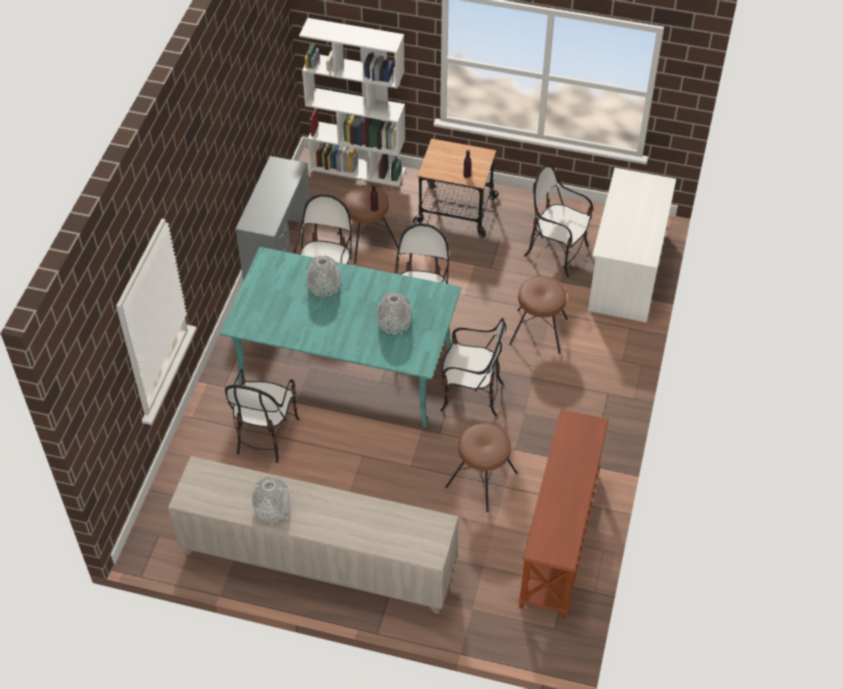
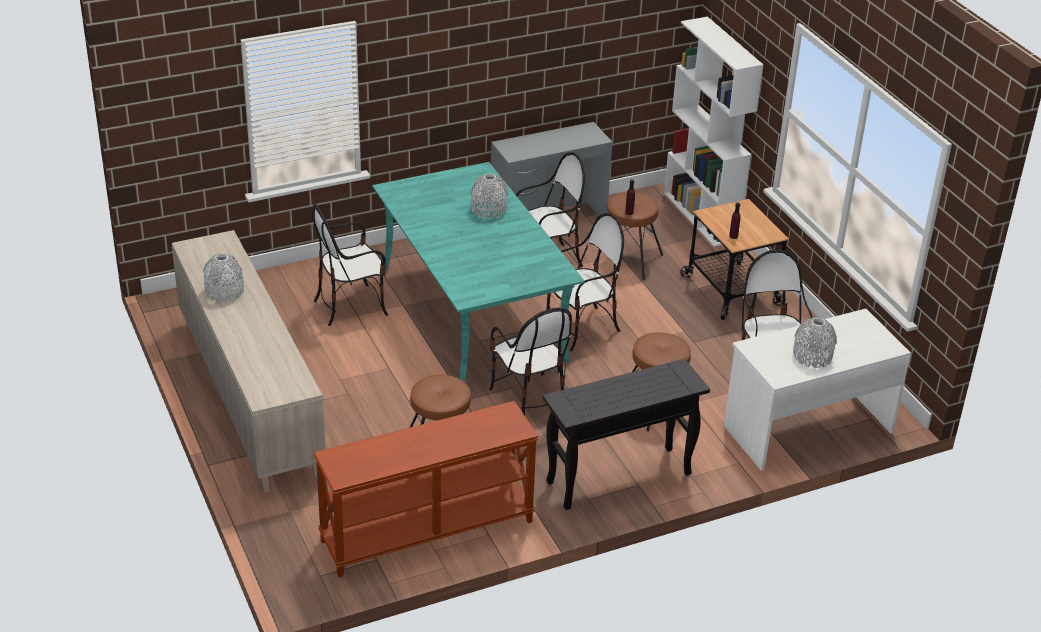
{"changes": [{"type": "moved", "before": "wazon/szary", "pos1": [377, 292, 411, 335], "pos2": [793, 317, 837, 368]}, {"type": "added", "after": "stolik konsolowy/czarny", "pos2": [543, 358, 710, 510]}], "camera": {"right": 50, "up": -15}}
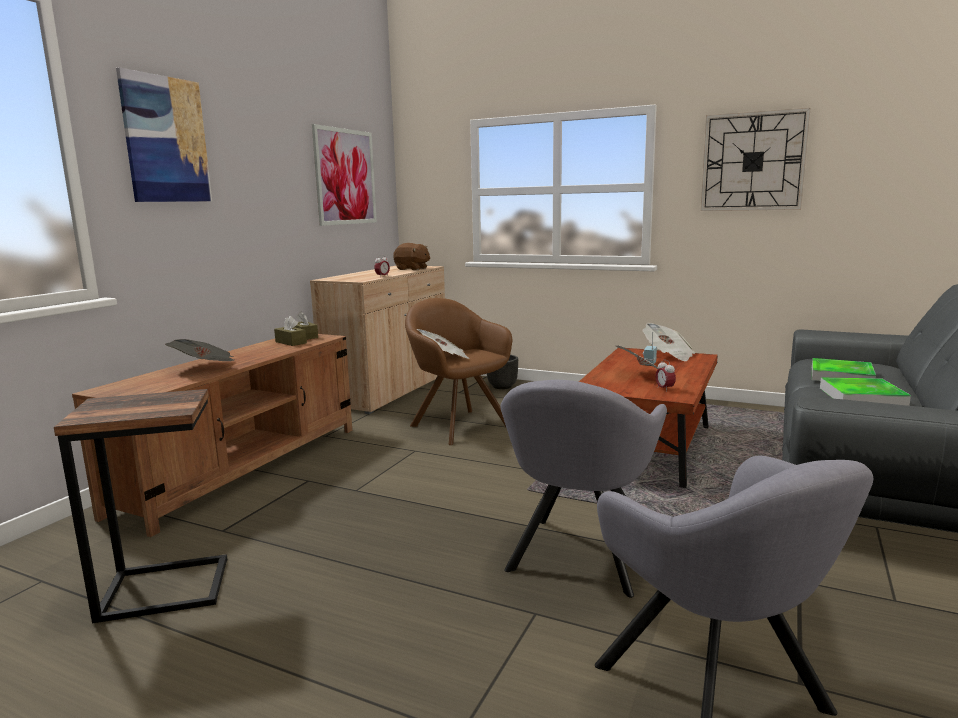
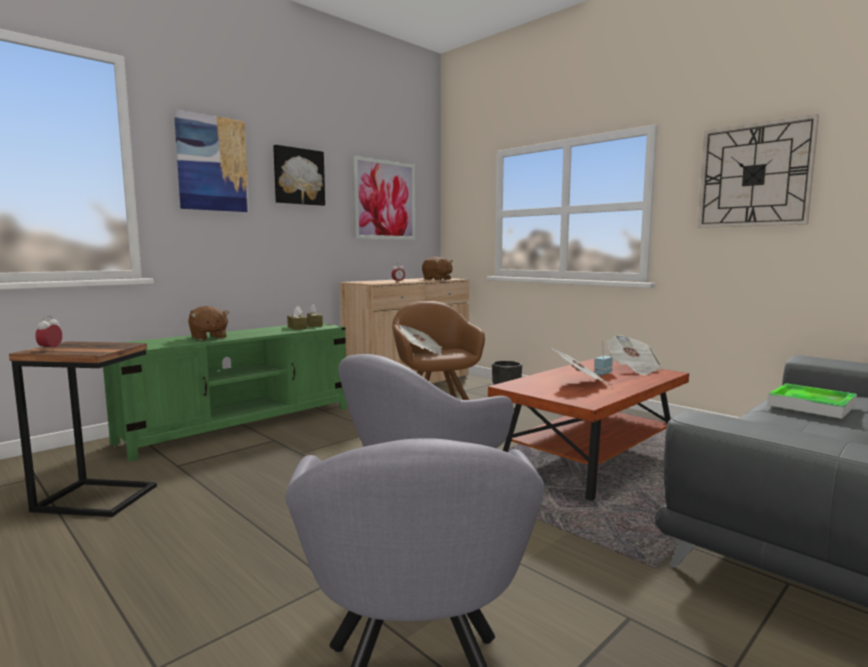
{"changes": [{"type": "recoloured", "before": "szafka pod telewizor/brązowy", "after": "szafka pod telewizor/zielony", "pos1": [72, 334, 352, 537], "pos2": [103, 323, 347, 462]}, {"type": "replaced", "before": "gazeta", "after": "pluszak/brązowy", "pos1": [165, 339, 234, 361], "pos2": [188, 306, 230, 341]}, {"type": "moved", "before": "budzik", "pos1": [656, 360, 676, 392], "pos2": [35, 316, 62, 350]}, {"type": "removed", "before": "taca", "pos1": [820, 377, 911, 406]}, {"type": "added", "after": "obraz", "pos2": [273, 145, 325, 206]}], "camera": {"right": 20, "up": -5}}
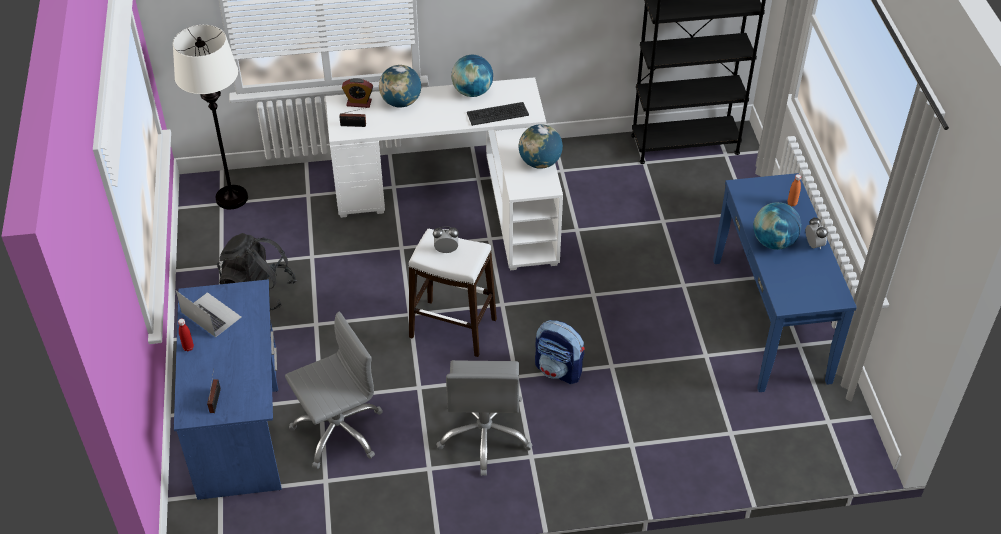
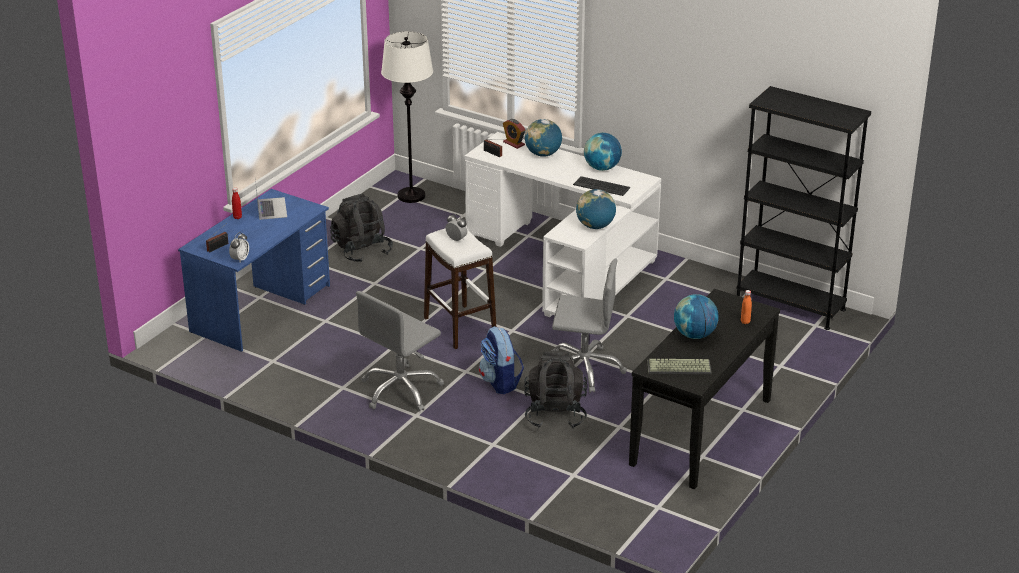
{"changes": [{"type": "moved", "before": "krzesło biurowe/szary", "pos1": [285, 312, 383, 469], "pos2": [552, 258, 627, 393]}, {"type": "recoloured", "before": "stolik konsolowy/niebieski", "after": "stolik konsolowy/czarny", "pos1": [713, 173, 857, 392], "pos2": [629, 289, 780, 490]}, {"type": "moved", "before": "budzik", "pos1": [806, 217, 827, 249], "pos2": [229, 232, 249, 262]}, {"type": "added", "after": "plecak/czarny", "pos2": [524, 351, 587, 429]}, {"type": "added", "after": "klawiatura", "pos2": [647, 359, 711, 374]}], "camera": {"right": 40, "up": -15}}
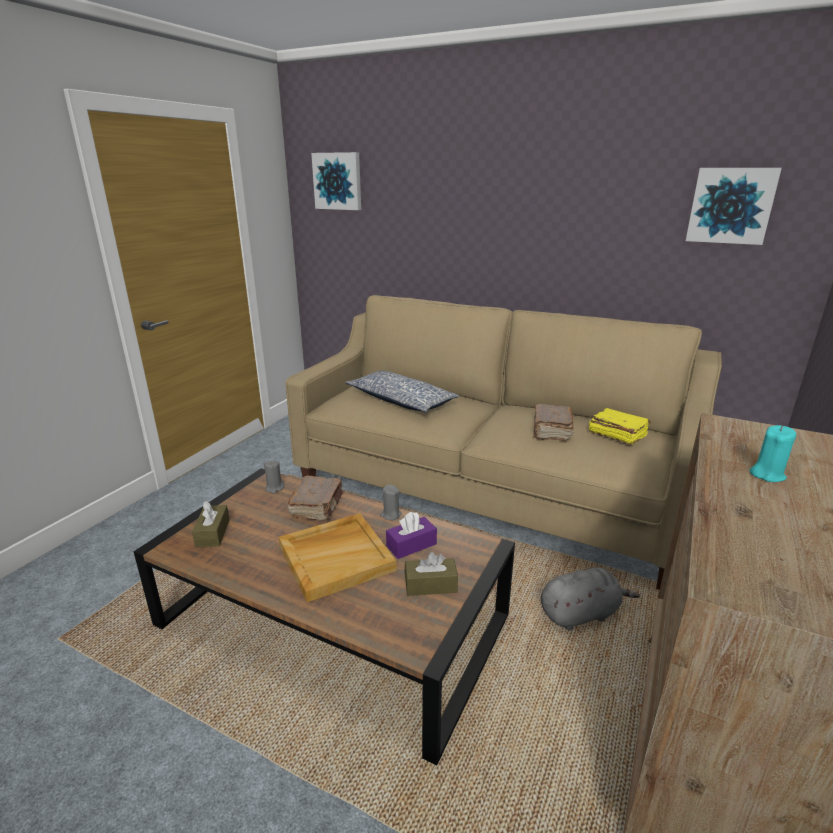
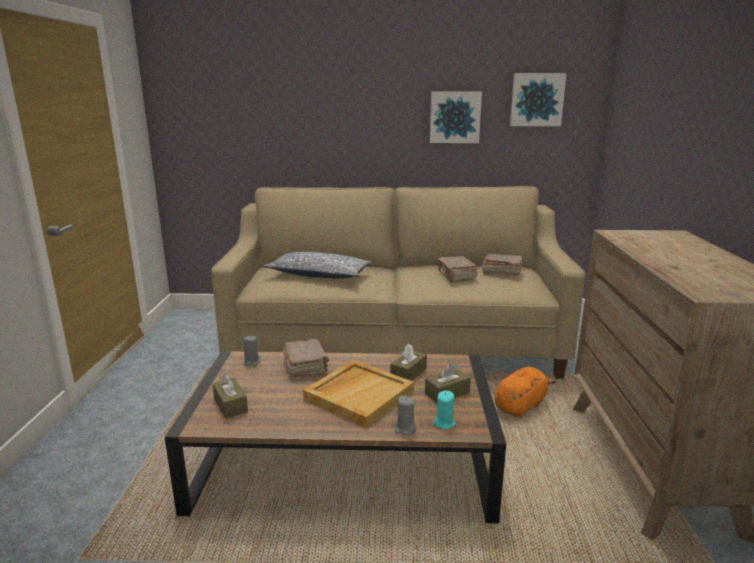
{"changes": [{"type": "moved", "before": "obraz", "pos1": [311, 152, 361, 210], "pos2": [430, 92, 482, 143]}, {"type": "moved", "before": "świeca/szary", "pos1": [380, 484, 402, 520], "pos2": [394, 396, 416, 435]}, {"type": "recoloured", "before": "pudełko chusteczek/fioletowy", "after": "pudełko chusteczek/brązowy", "pos1": [386, 512, 437, 559], "pos2": [390, 343, 427, 381]}, {"type": "recoloured", "before": "pluszak/szary", "after": "pluszak/pomarańczowy", "pos1": [541, 567, 640, 630], "pos2": [494, 367, 556, 418]}, {"type": "recoloured", "before": "książka/żółty", "after": "książka/brązowy", "pos1": [589, 408, 651, 445], "pos2": [482, 253, 523, 275]}, {"type": "moved", "before": "świeca/turkusowy", "pos1": [749, 425, 796, 482], "pos2": [434, 390, 455, 430]}], "camera": {"right": -25, "up": -5}}
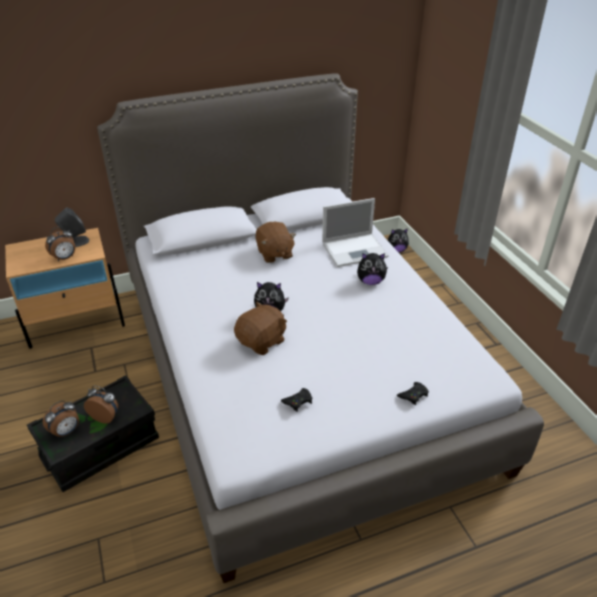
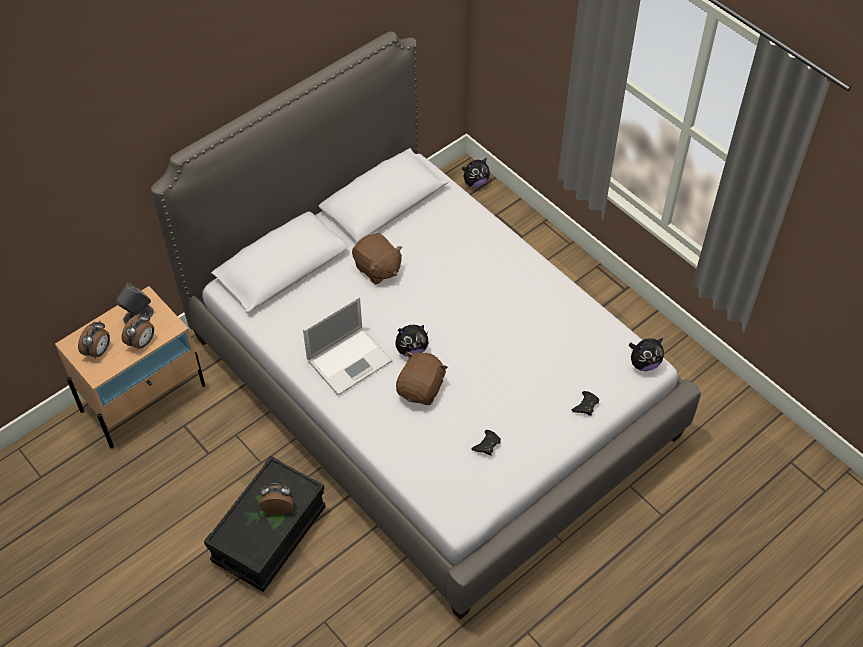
{"changes": [{"type": "moved", "before": "budzik", "pos1": [43, 401, 79, 437], "pos2": [78, 321, 110, 358]}, {"type": "moved", "before": "laptop", "pos1": [322, 198, 389, 267], "pos2": [303, 296, 392, 395]}, {"type": "moved", "before": "pluszak", "pos1": [357, 253, 388, 285], "pos2": [629, 338, 664, 371]}], "camera": {"right": -20, "up": 15}}
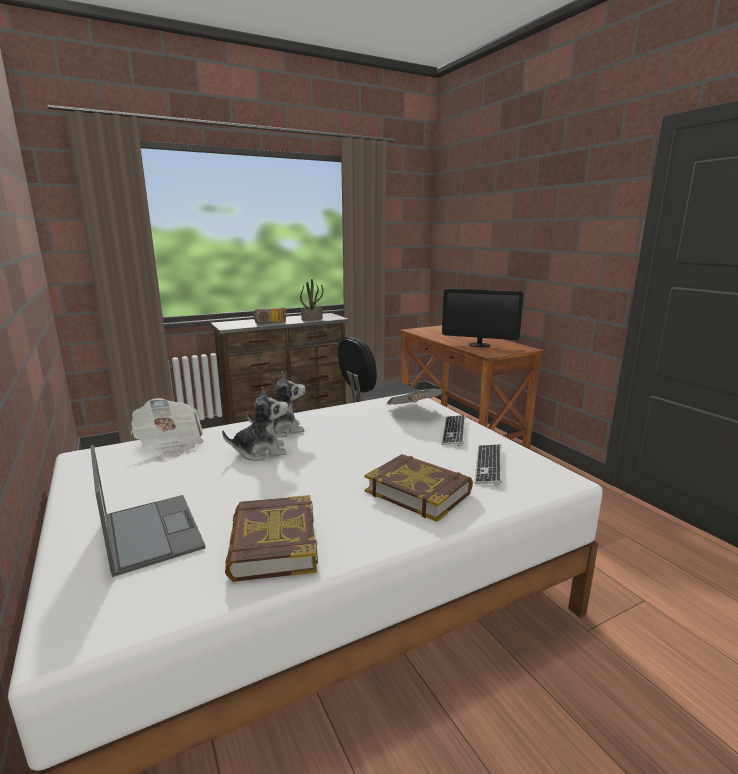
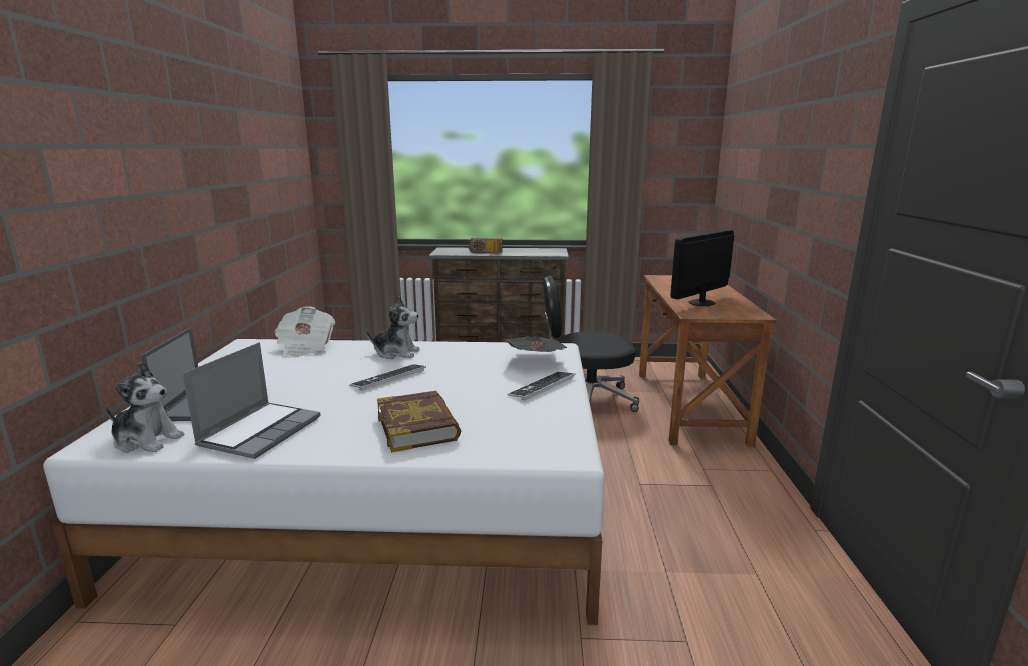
{"changes": [{"type": "moved", "before": "pluszak", "pos1": [222, 387, 288, 461], "pos2": [105, 362, 184, 453]}, {"type": "replaced", "before": "książka", "after": "laptop", "pos1": [225, 495, 318, 582], "pos2": [182, 342, 320, 459]}, {"type": "removed", "before": "roślina doniczkowa", "pos1": [300, 279, 323, 321]}, {"type": "turned", "before": "monitor", "pos1": [442, 288, 524, 347], "pos2": [671, 230, 734, 306], "turn": 90}, {"type": "moved", "before": "klawiatura", "pos1": [474, 445, 502, 485], "pos2": [349, 364, 426, 391]}], "camera": {"right": 30, "up": 0}}
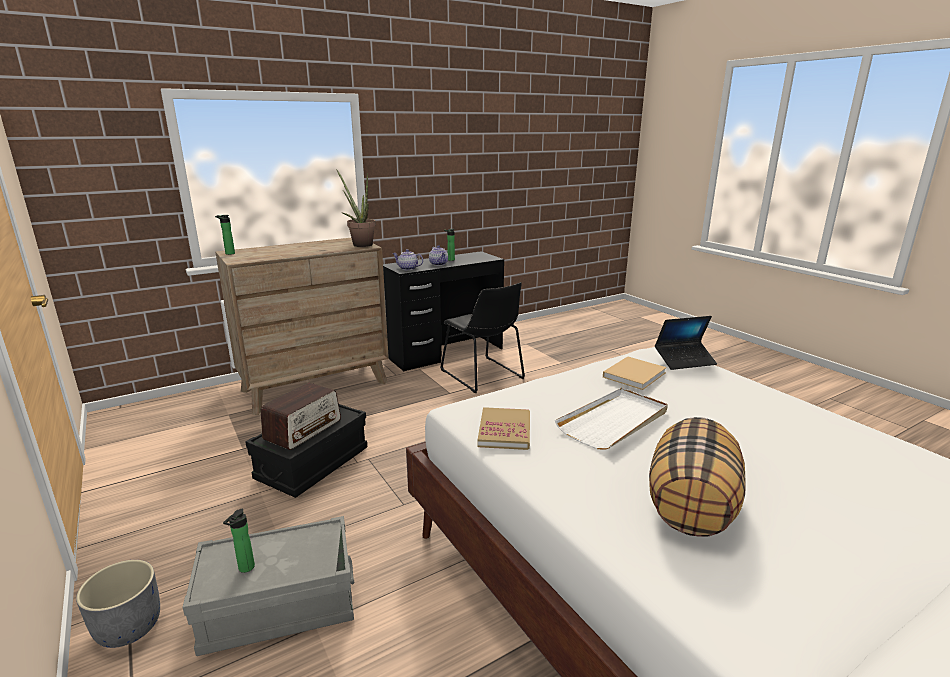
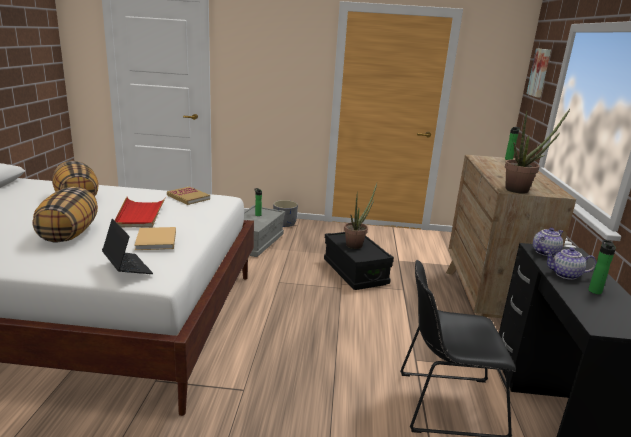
{"changes": [{"type": "replaced", "before": "radio", "after": "roślina doniczkowa", "pos1": [261, 383, 341, 450], "pos2": [344, 183, 377, 249]}, {"type": "recoloured", "before": "taca/biały", "after": "taca/czerwony", "pos1": [555, 388, 668, 450], "pos2": [115, 197, 166, 228]}, {"type": "turned", "before": "laptop", "pos1": [655, 316, 717, 370], "pos2": [102, 219, 153, 274], "turn": 120}, {"type": "added", "after": "poduszka", "pos2": [32, 187, 98, 243]}, {"type": "added", "after": "obraz", "pos2": [526, 48, 551, 98]}], "camera": {"right": 125, "up": 0}}
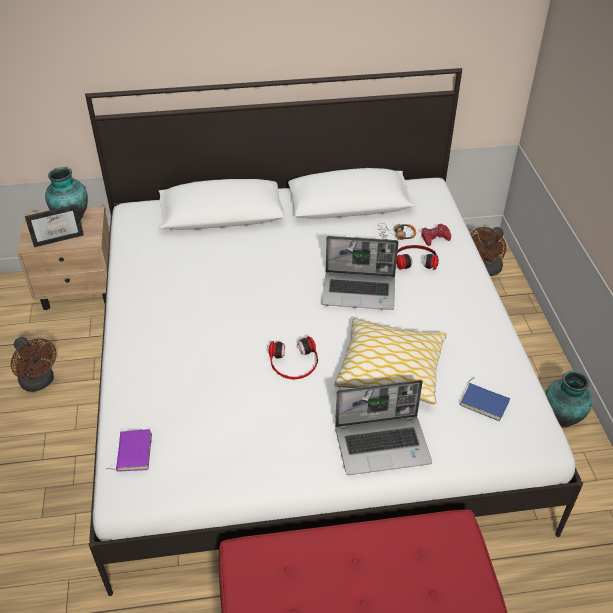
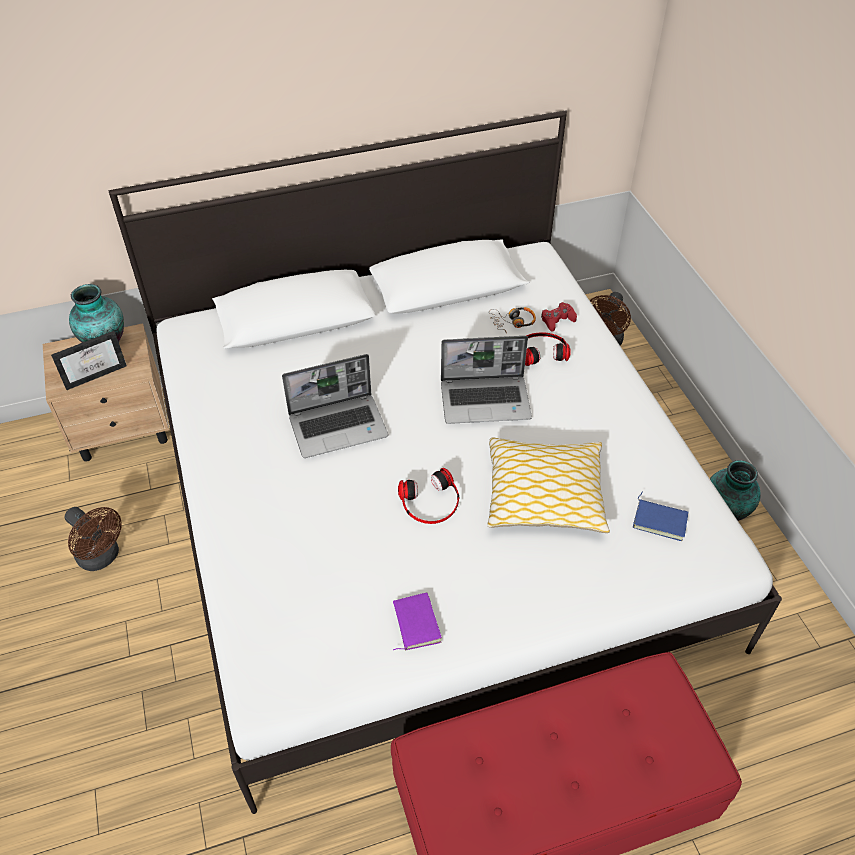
{"changes": [{"type": "moved", "before": "książka/fioletowy", "pos1": [107, 429, 152, 472], "pos2": [393, 592, 442, 650]}, {"type": "moved", "before": "laptop", "pos1": [335, 380, 432, 475], "pos2": [282, 354, 388, 458]}], "camera": {"right": -10, "up": 5}}
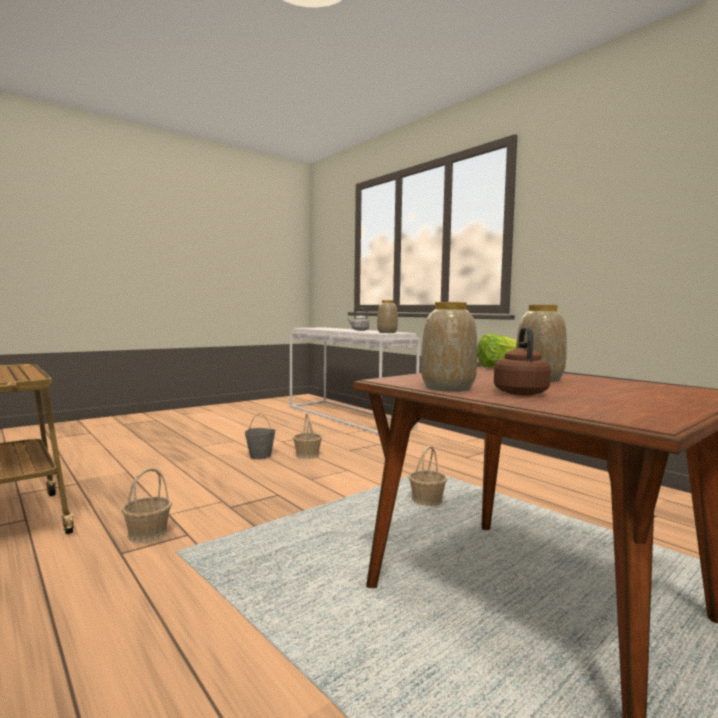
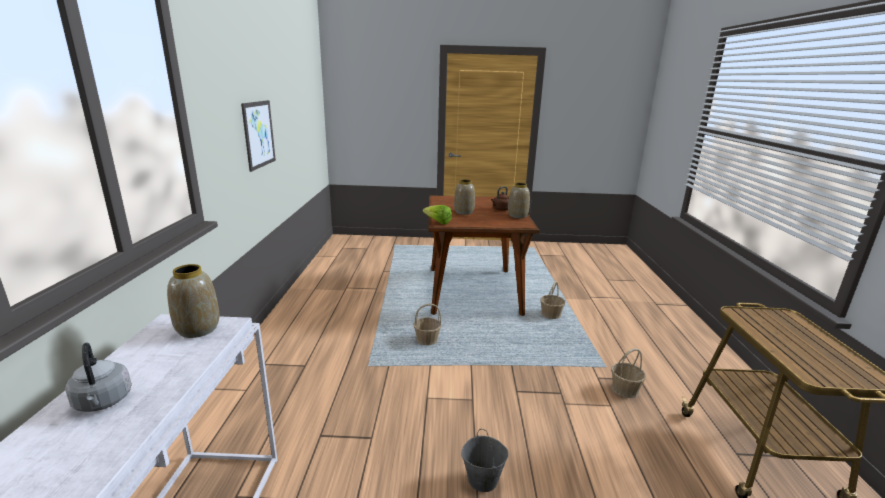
{"changes": [{"type": "moved", "before": "koszyk", "pos1": [293, 413, 322, 459], "pos2": [540, 281, 565, 319]}, {"type": "added", "after": "obraz", "pos2": [241, 100, 276, 172]}], "camera": {"right": -140, "up": 15}}
